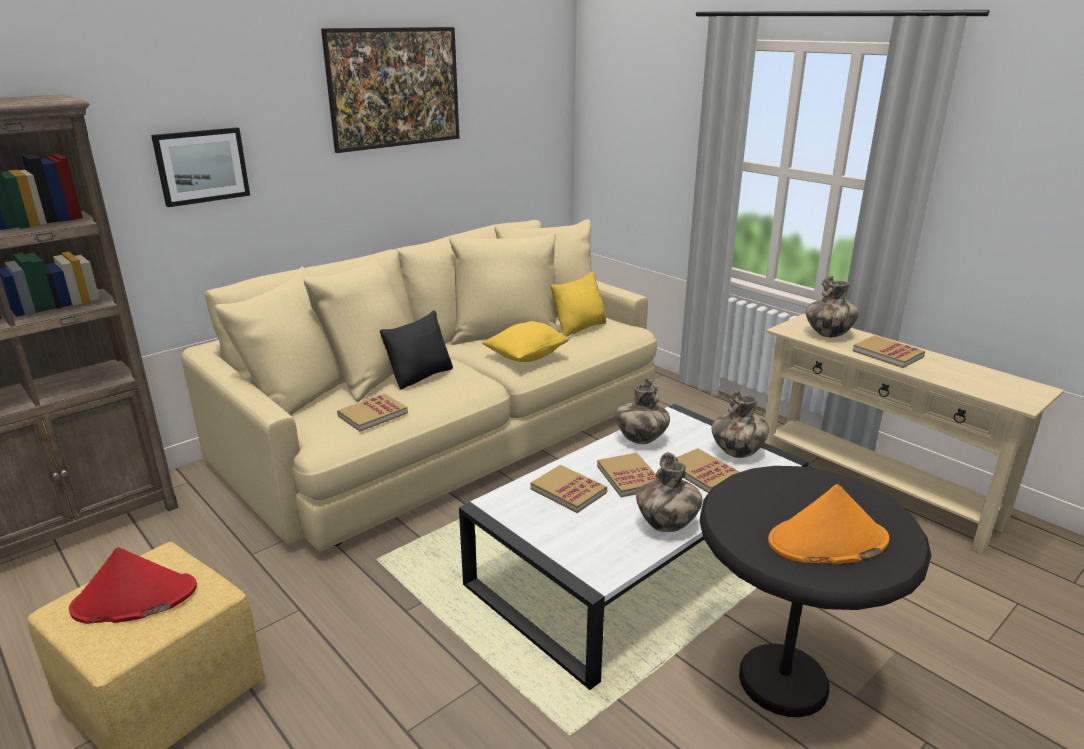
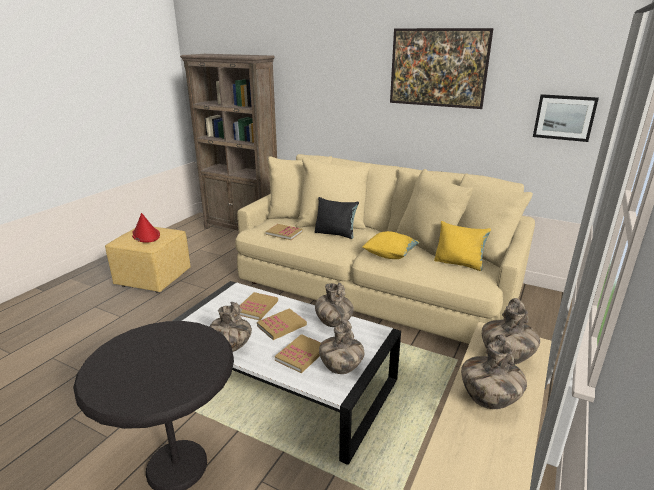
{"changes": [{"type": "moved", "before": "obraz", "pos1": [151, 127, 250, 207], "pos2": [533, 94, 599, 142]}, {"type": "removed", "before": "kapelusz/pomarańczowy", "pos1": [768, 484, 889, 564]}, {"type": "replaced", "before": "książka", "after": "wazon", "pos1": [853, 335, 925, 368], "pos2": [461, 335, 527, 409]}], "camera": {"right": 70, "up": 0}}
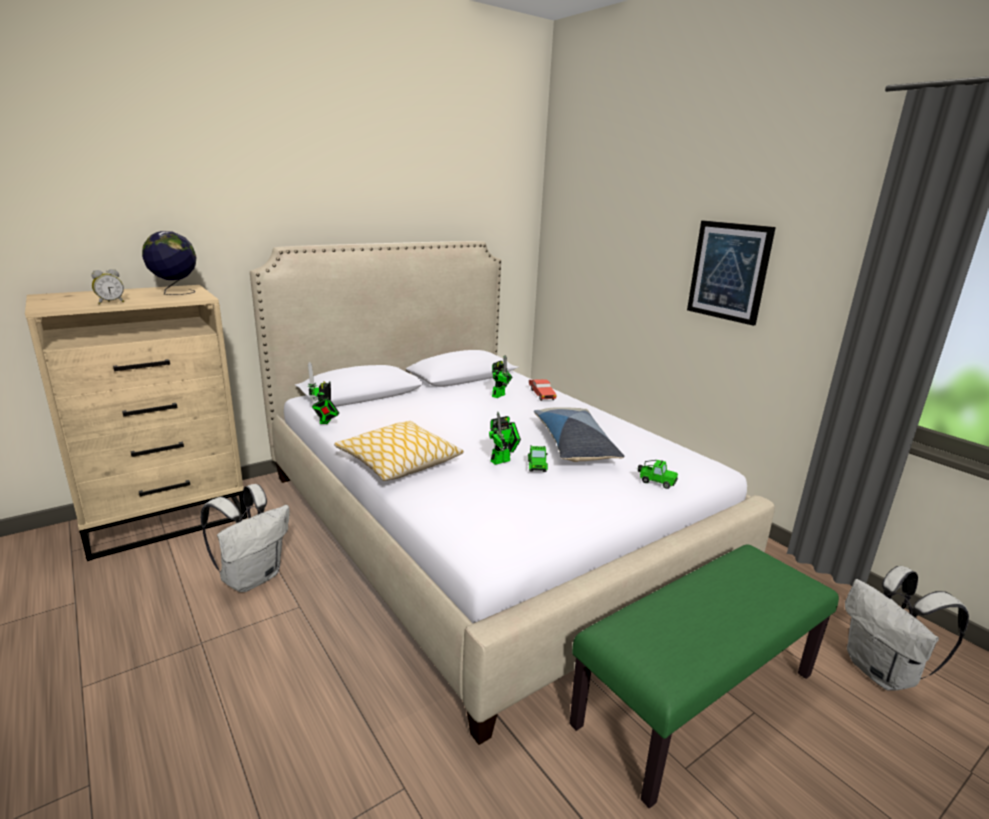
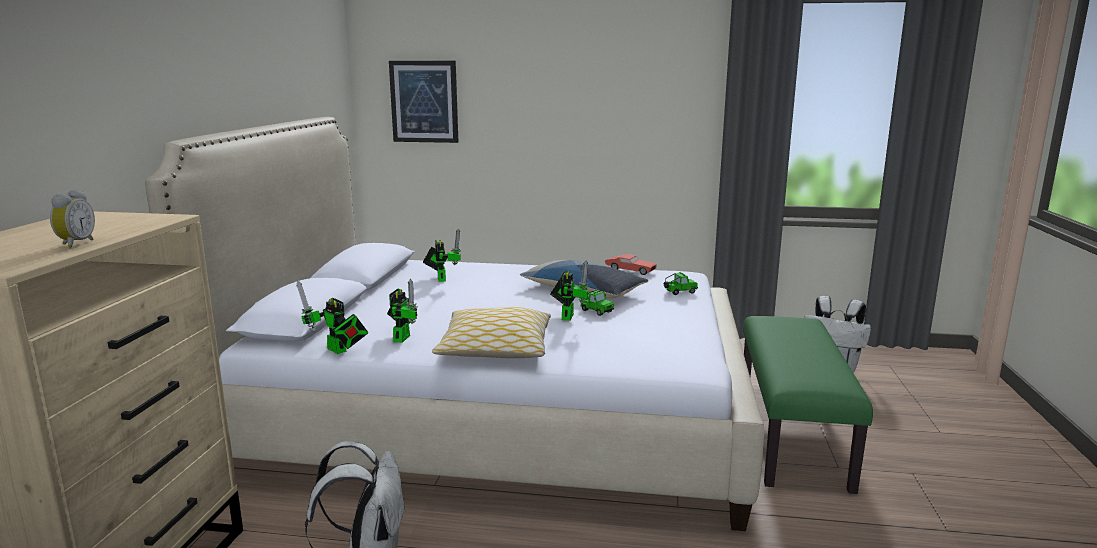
{"changes": [{"type": "removed", "before": "globus", "pos1": [142, 231, 197, 295]}, {"type": "moved", "before": "samochodzik/czerwony", "pos1": [529, 379, 556, 401], "pos2": [605, 254, 657, 275]}, {"type": "moved", "before": "obraz", "pos1": [687, 221, 776, 326], "pos2": [389, 61, 458, 143]}, {"type": "added", "after": "robot zabawkowy", "pos2": [387, 279, 418, 343]}], "camera": {"right": -45, "up": -5}}
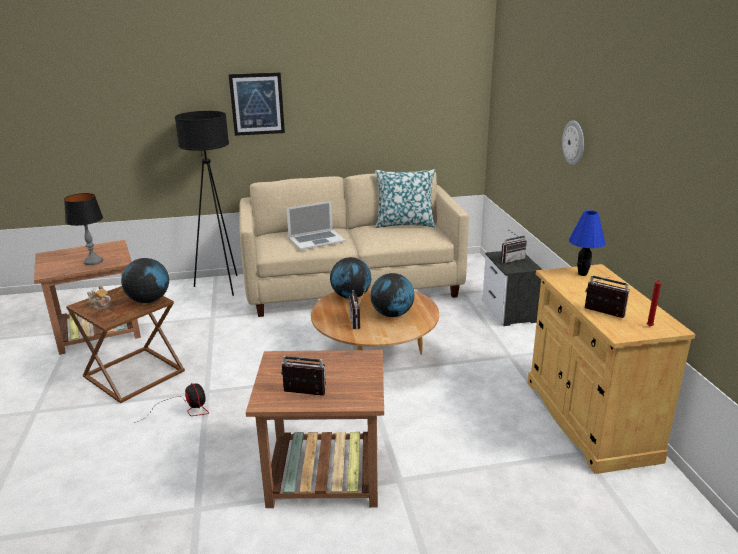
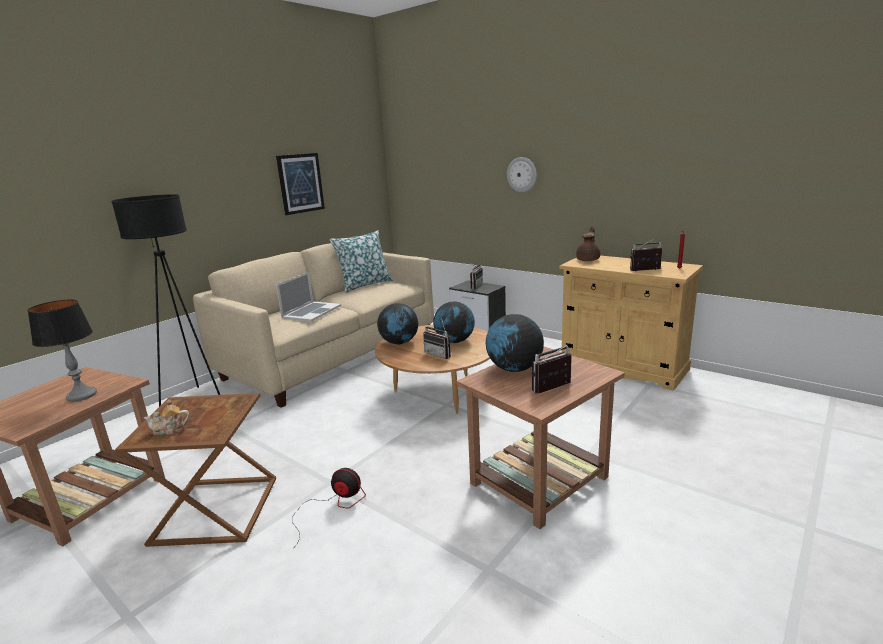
{"changes": [{"type": "moved", "before": "globus", "pos1": [121, 258, 169, 303], "pos2": [486, 314, 544, 372]}, {"type": "moved", "before": "obraz", "pos1": [229, 72, 285, 136], "pos2": [276, 153, 325, 215]}, {"type": "replaced", "before": "lampa stołowa/niebieski", "after": "imbryk/brązowy", "pos1": [569, 210, 605, 276], "pos2": [576, 226, 600, 261]}], "camera": {"right": -40, "up": -5}}
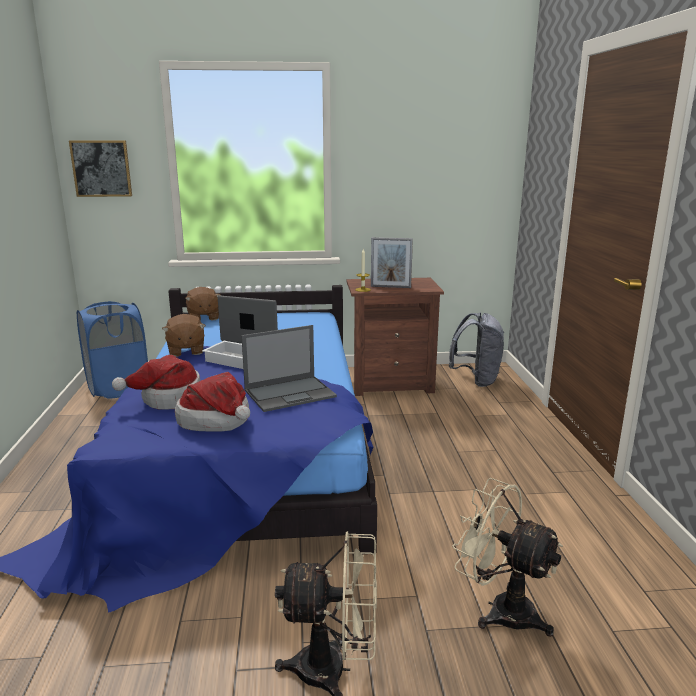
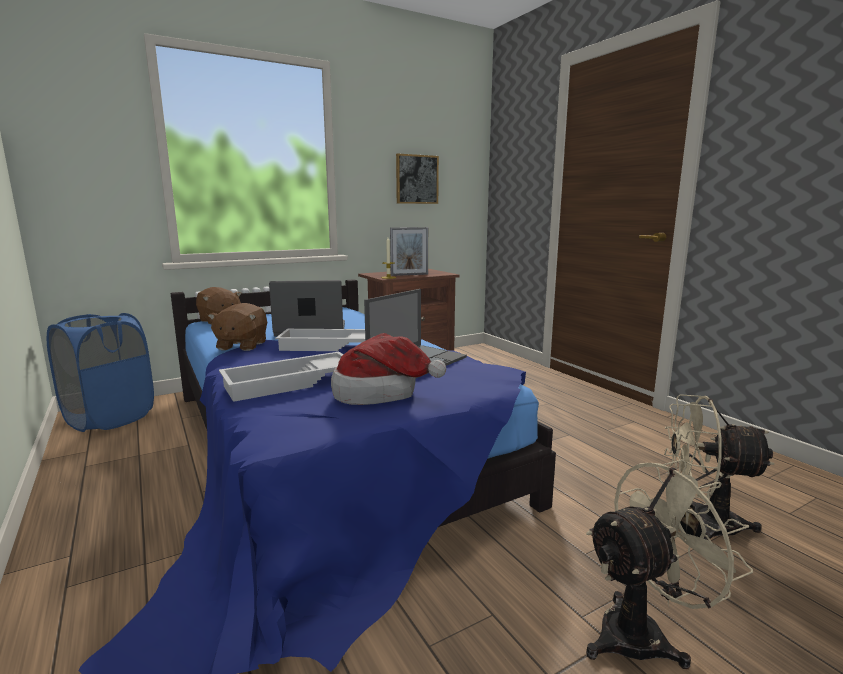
{"changes": [{"type": "moved", "before": "obraz", "pos1": [69, 140, 132, 197], "pos2": [396, 153, 439, 204]}, {"type": "replaced", "before": "kapelusz", "after": "taca/biały", "pos1": [112, 355, 200, 410], "pos2": [219, 352, 344, 402]}, {"type": "turned", "before": "pluszak/brązowy", "pos1": [162, 314, 206, 357], "pos2": [208, 303, 267, 351], "turn": 45}, {"type": "removed", "before": "plecak/szary", "pos1": [449, 313, 504, 387]}], "camera": {"right": -25, "up": -5}}
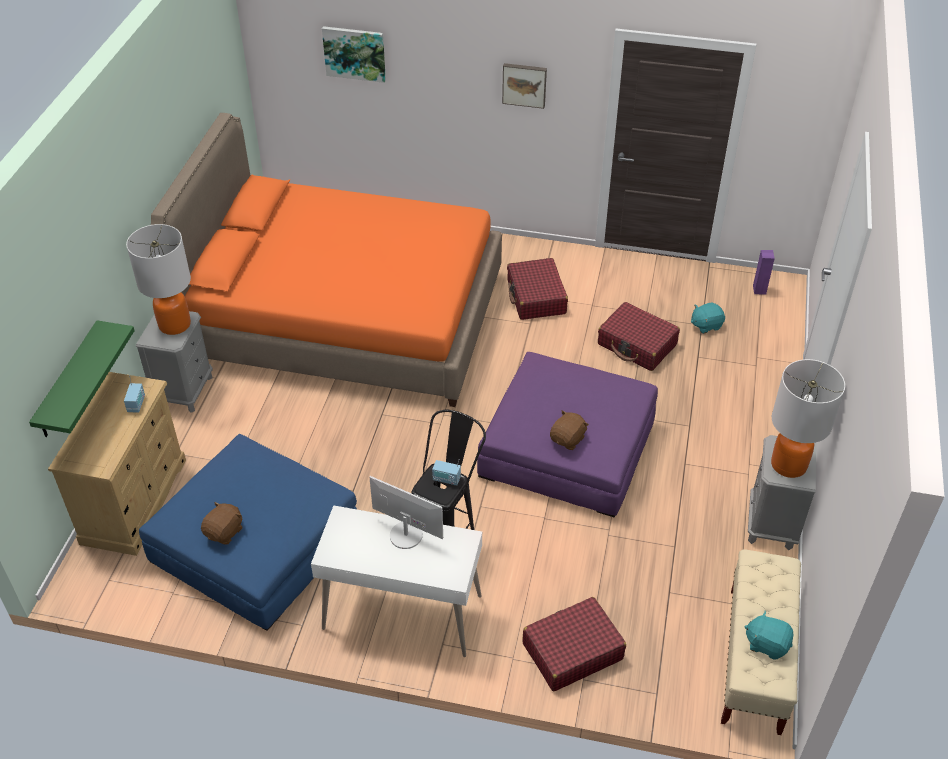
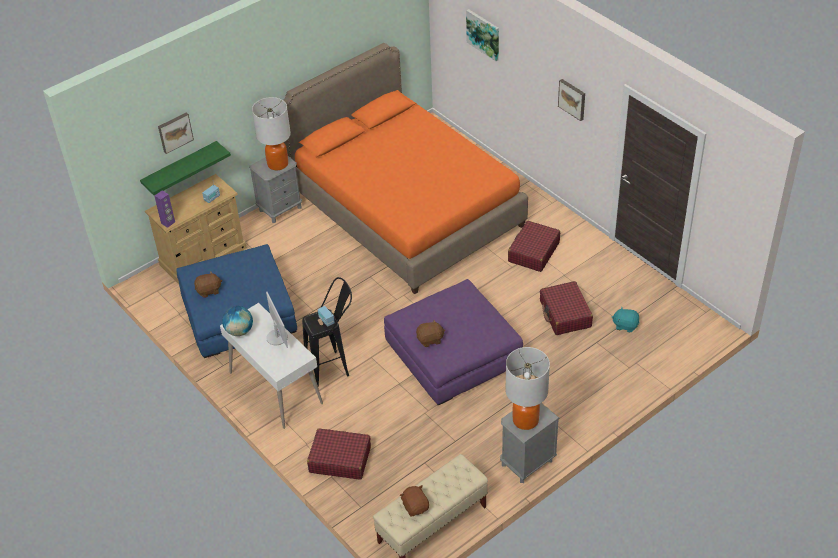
{"changes": [{"type": "recoloured", "before": "pluszak/turkusowy", "after": "pluszak/brązowy", "pos1": [744, 611, 794, 660], "pos2": [400, 485, 429, 516]}, {"type": "moved", "before": "głośnik/fioletowy", "pos1": [753, 250, 775, 295], "pos2": [154, 191, 175, 228]}, {"type": "added", "after": "obraz", "pos2": [158, 112, 194, 154]}, {"type": "added", "after": "globus", "pos2": [222, 306, 253, 336]}], "camera": {"right": 40, "up": 0}}
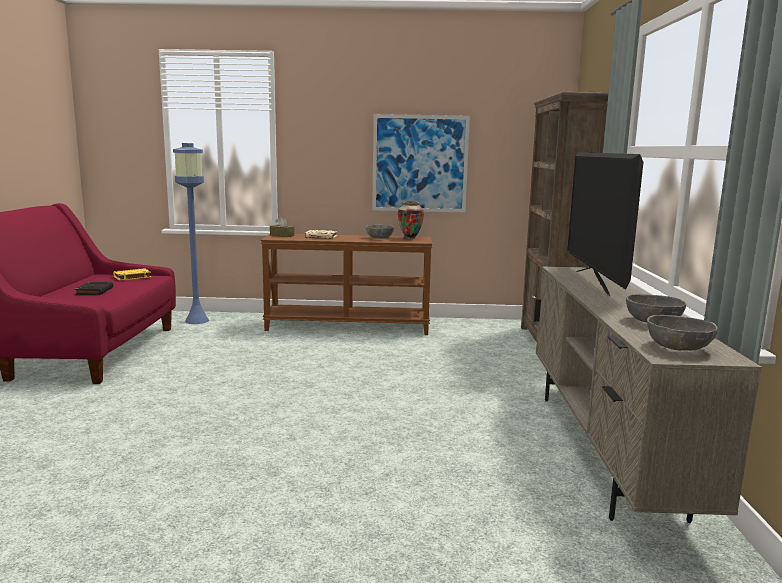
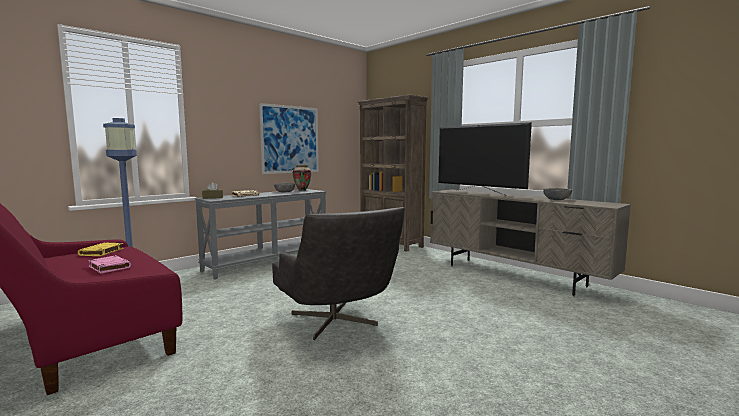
{"changes": [{"type": "recoloured", "before": "książka/czarny", "after": "książka/różowy", "pos1": [75, 282, 113, 295], "pos2": [88, 255, 131, 274]}, {"type": "recoloured", "before": "stolik konsolowy/brązowy", "after": "stolik konsolowy/szary", "pos1": [261, 234, 432, 335], "pos2": [194, 189, 327, 280]}, {"type": "removed", "before": "miska/szary", "pos1": [647, 315, 718, 351]}, {"type": "added", "after": "fotel/szary", "pos2": [272, 207, 405, 340]}], "camera": {"right": -45, "up": -5}}
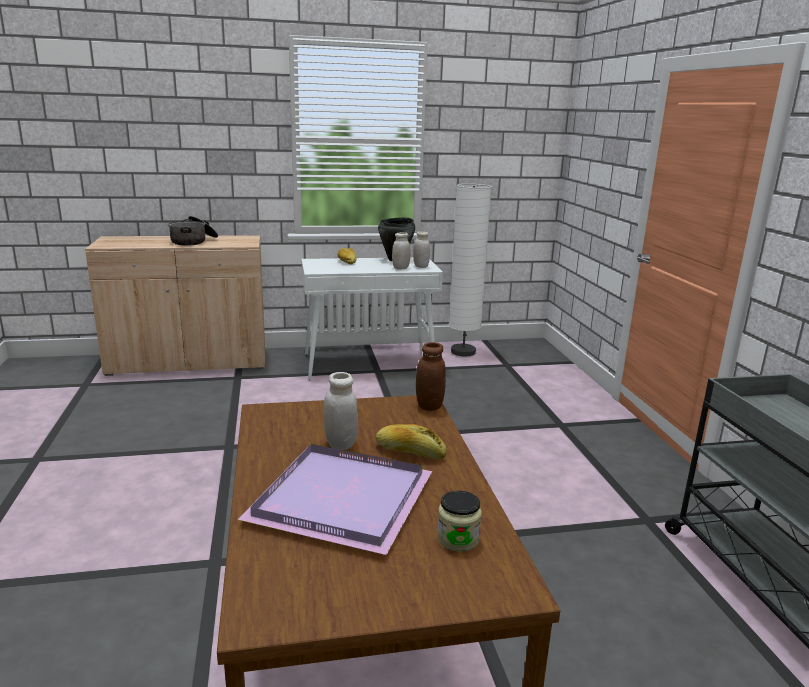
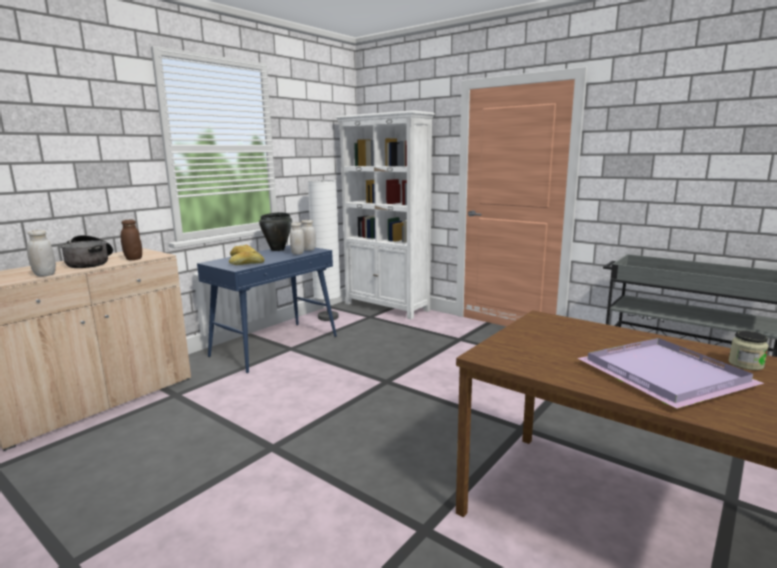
{"changes": [{"type": "recoloured", "before": "stolik konsolowy/biały", "after": "stolik konsolowy/niebieski", "pos1": [301, 257, 443, 380], "pos2": [197, 245, 337, 373]}, {"type": "moved", "before": "słoik/biały", "pos1": [323, 372, 358, 450], "pos2": [27, 230, 56, 277]}, {"type": "moved", "before": "chleb", "pos1": [375, 424, 447, 459], "pos2": [229, 251, 264, 265]}, {"type": "moved", "before": "słoik/brązowy", "pos1": [416, 342, 446, 411], "pos2": [120, 220, 142, 260]}, {"type": "added", "after": "regał/biały", "pos2": [336, 110, 435, 319]}], "camera": {"right": -40, "up": -5}}
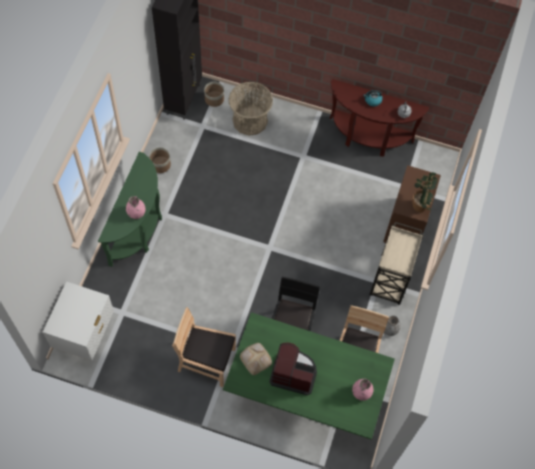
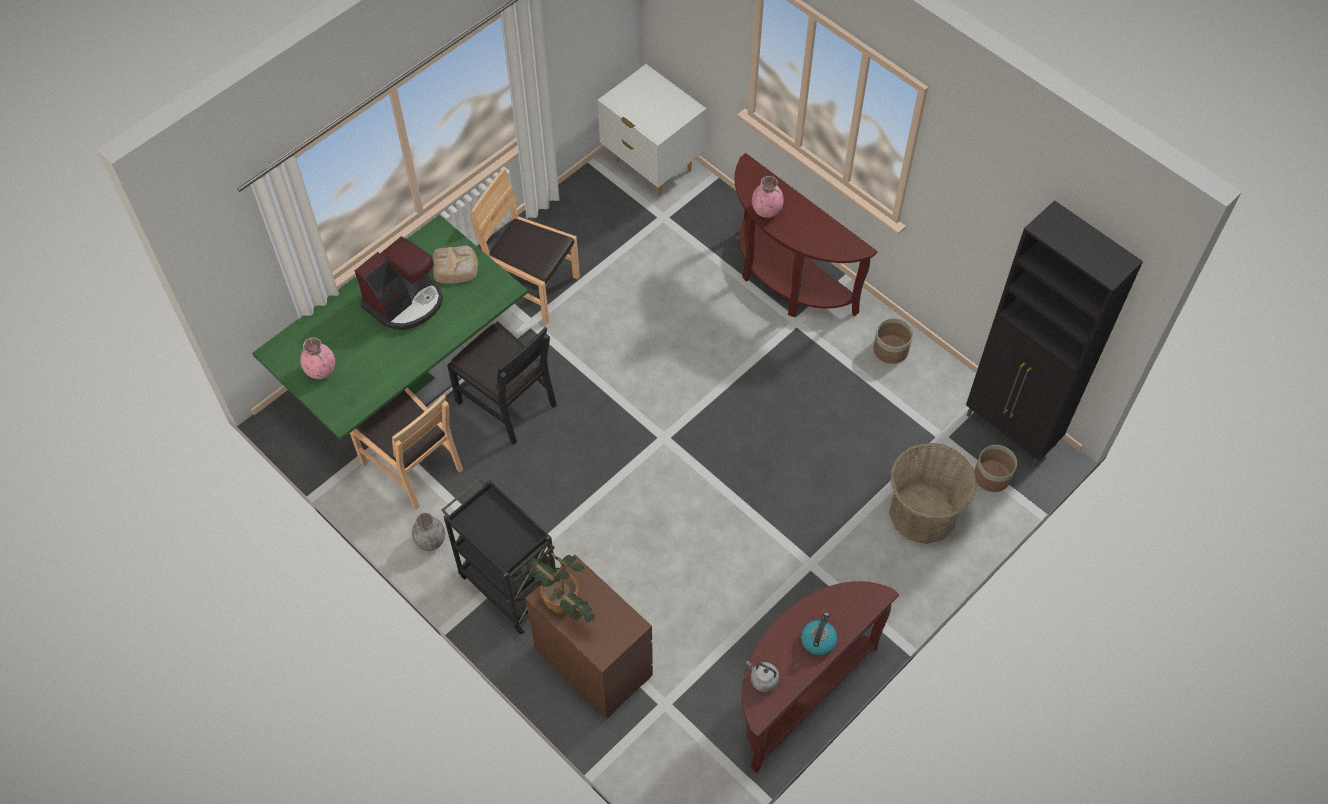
{"changes": [{"type": "recoloured", "before": "stolik konsolowy/zielony", "after": "stolik konsolowy/brązowy", "pos1": [98, 152, 162, 267], "pos2": [734, 153, 877, 317]}, {"type": "turned", "before": "krzesło/brązowy", "pos1": [172, 307, 236, 387], "pos2": [470, 168, 580, 324], "turn": -105}, {"type": "recoloured", "before": "wózek/beżowy", "after": "wózek/czarny", "pos1": [369, 222, 424, 305], "pos2": [441, 477, 556, 634]}], "camera": {"right": 120, "up": -5}}
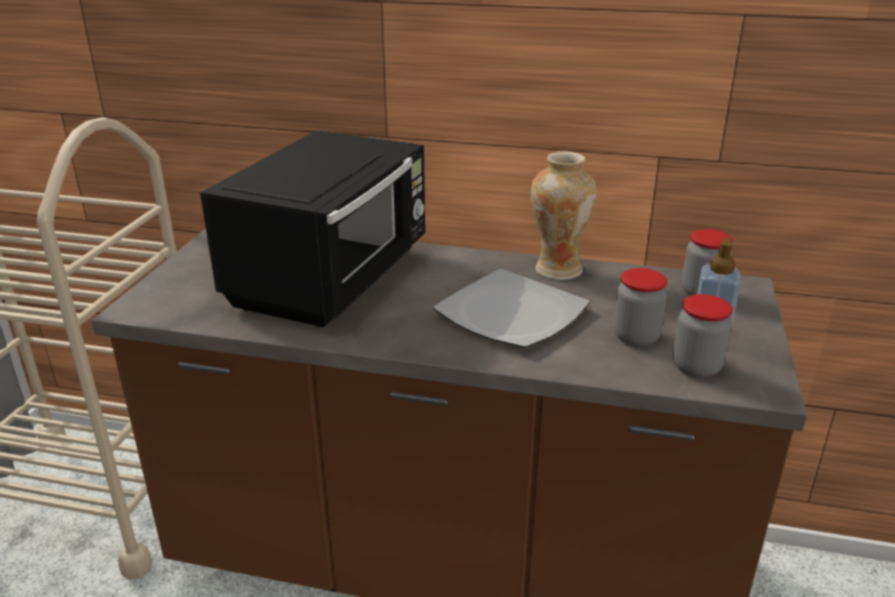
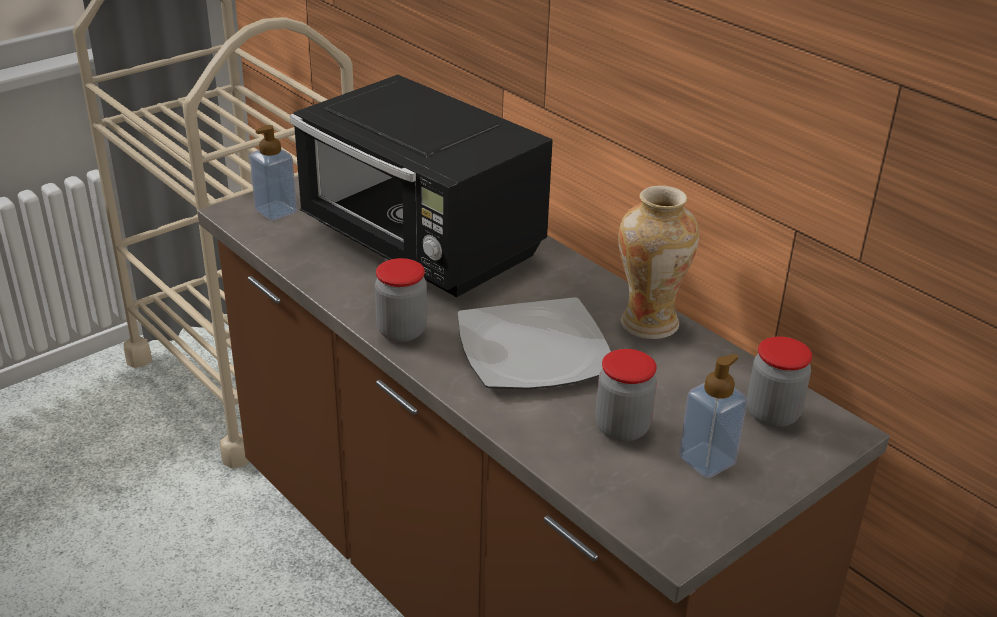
{"changes": [{"type": "turned", "before": "mikrofalówka/czarny", "pos1": [200, 131, 425, 327], "pos2": [290, 75, 553, 297], "turn": 75}, {"type": "moved", "before": "słoik", "pos1": [673, 294, 733, 378], "pos2": [375, 258, 427, 342]}, {"type": "added", "after": "dozownik mydła", "pos2": [249, 125, 297, 221]}], "camera": {"right": 35, "up": 5}}
